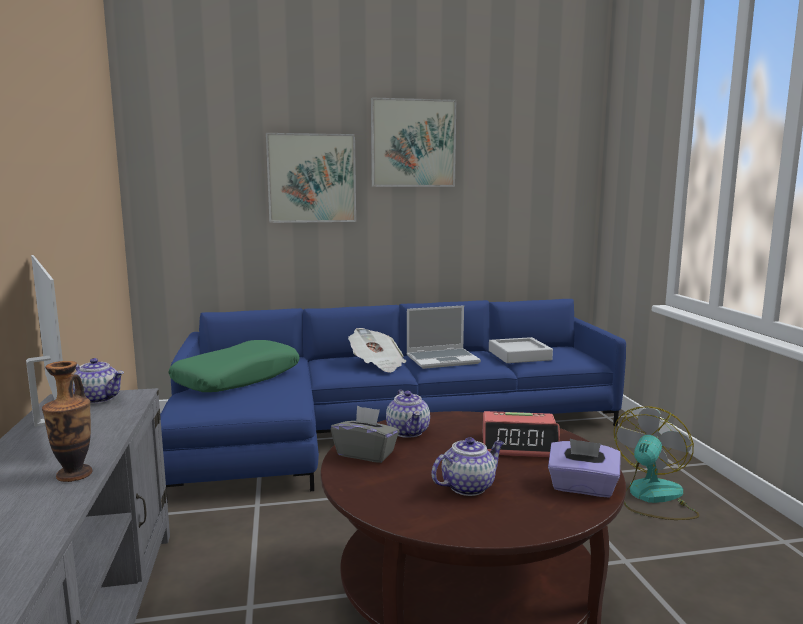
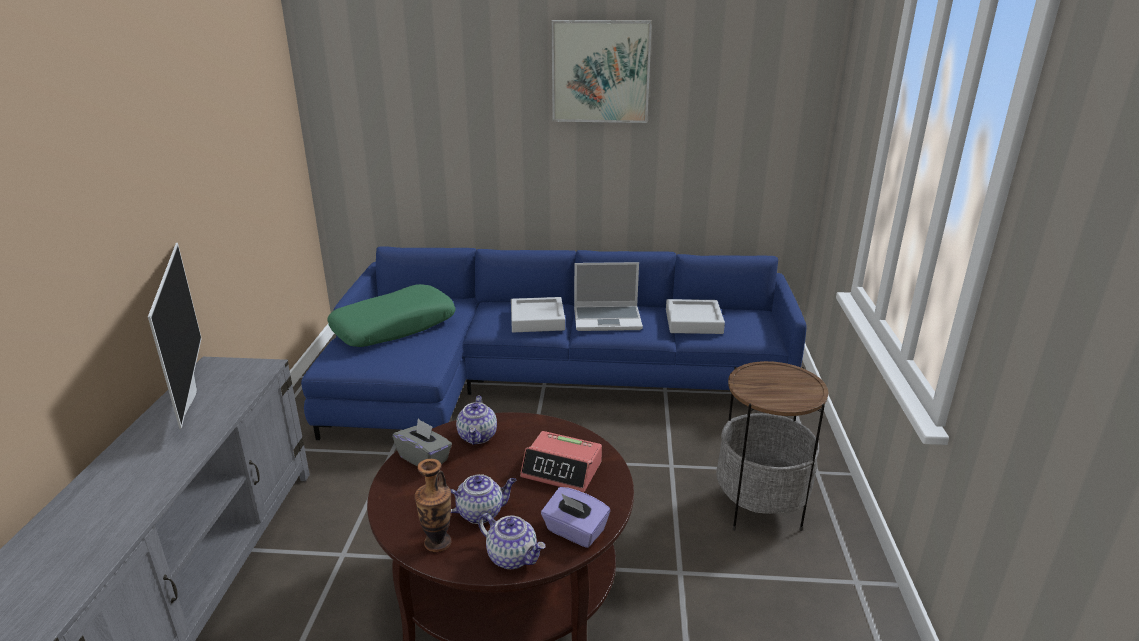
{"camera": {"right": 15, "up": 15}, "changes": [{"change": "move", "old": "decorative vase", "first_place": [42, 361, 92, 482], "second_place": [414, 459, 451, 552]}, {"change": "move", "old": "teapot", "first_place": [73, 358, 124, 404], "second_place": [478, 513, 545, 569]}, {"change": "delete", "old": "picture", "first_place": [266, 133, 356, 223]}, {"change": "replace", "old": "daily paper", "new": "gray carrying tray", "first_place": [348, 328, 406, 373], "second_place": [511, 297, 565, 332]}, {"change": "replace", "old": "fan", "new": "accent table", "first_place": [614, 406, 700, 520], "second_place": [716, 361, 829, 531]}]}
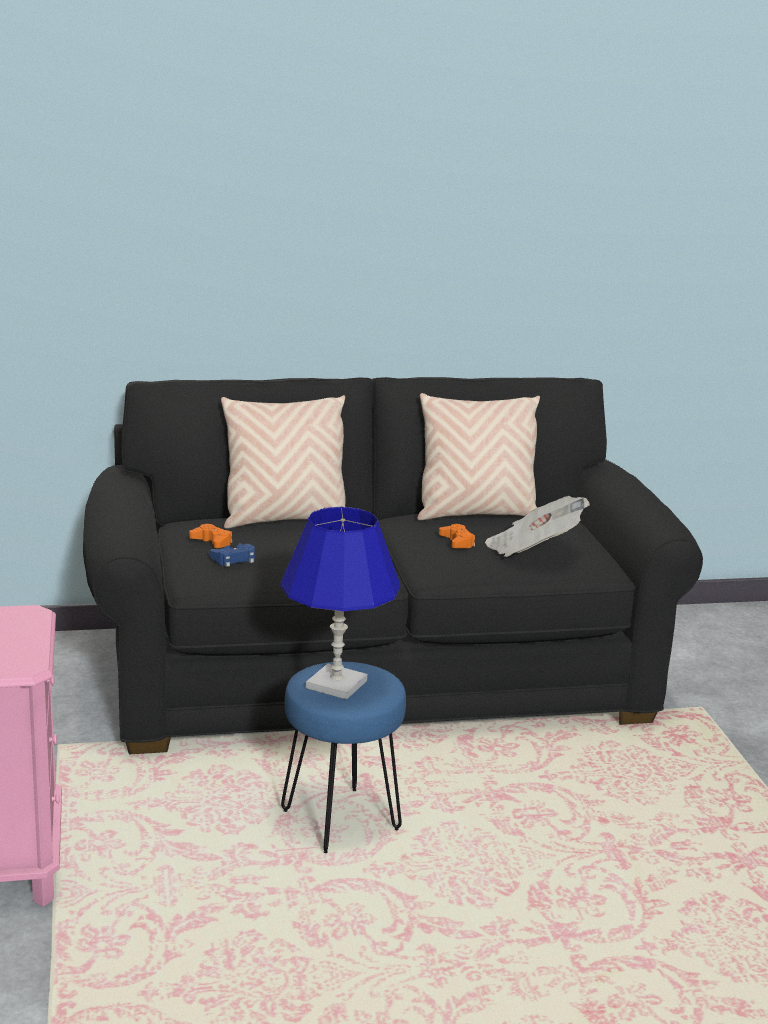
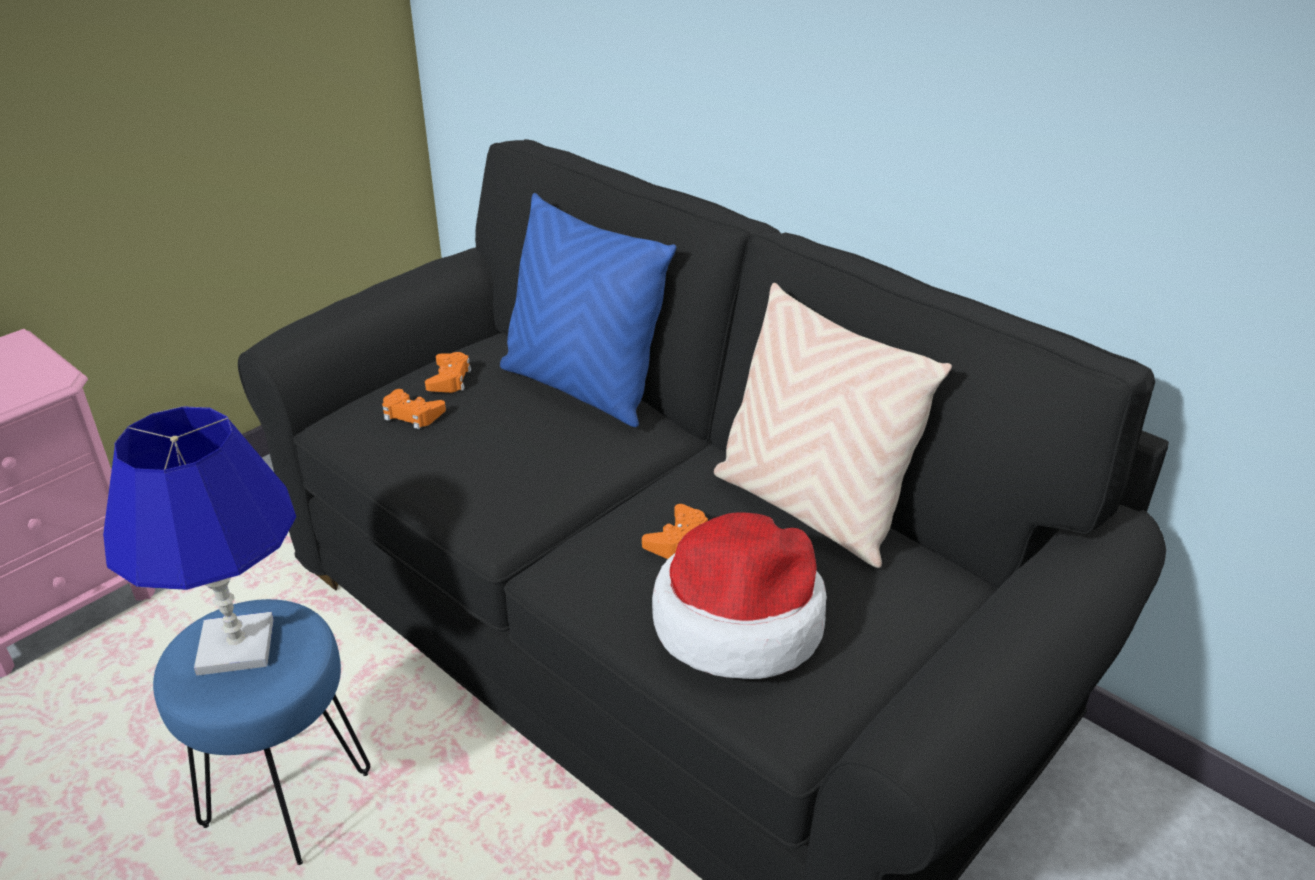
{"camera": {"right": 55, "up": 15}, "changes": [{"change": "recolor", "old": "blue gamepad", "new": "orange-coloured gamepad", "first_place": [210, 543, 255, 567], "second_place": [382, 389, 446, 429]}, {"change": "recolor", "old": "sand-coloured throw pillow", "new": "blue throw pillow", "first_place": [221, 395, 346, 528], "second_place": [500, 193, 677, 427]}, {"change": "replace", "old": "daily paper", "new": "hat", "first_place": [485, 496, 590, 557], "second_place": [652, 512, 827, 679]}]}
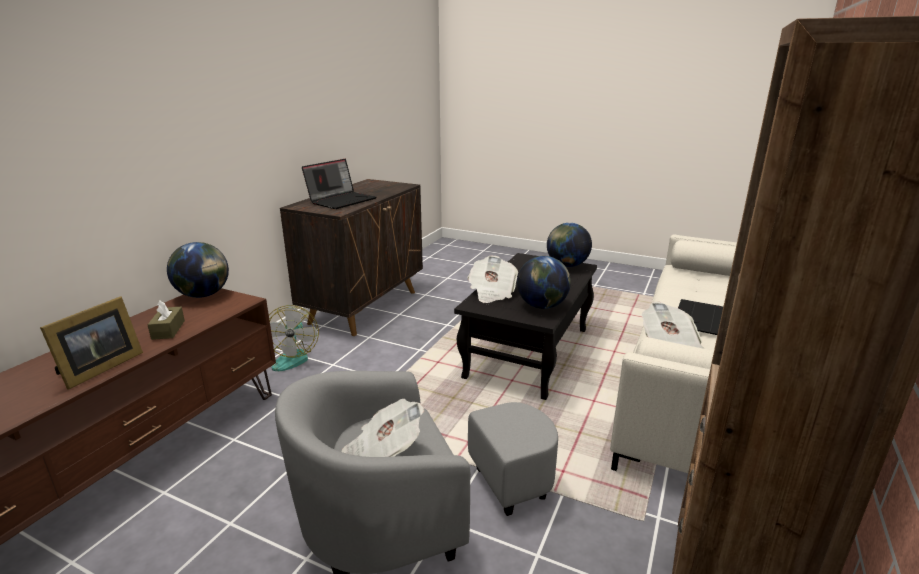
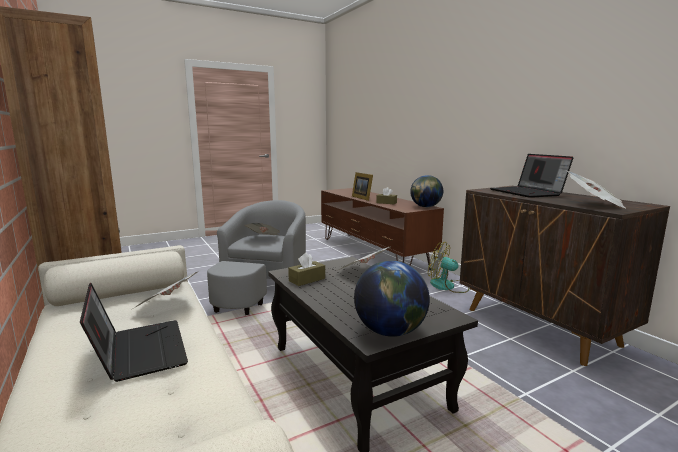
{"camera": {"right": 125, "up": -10}, "changes": [{"change": "replace", "old": "desk globe", "new": "brown-coloured tissue holder", "first_place": [517, 256, 571, 309], "second_place": [288, 252, 325, 286]}, {"change": "insert", "new": "daily paper", "second_place": [567, 171, 626, 209]}]}
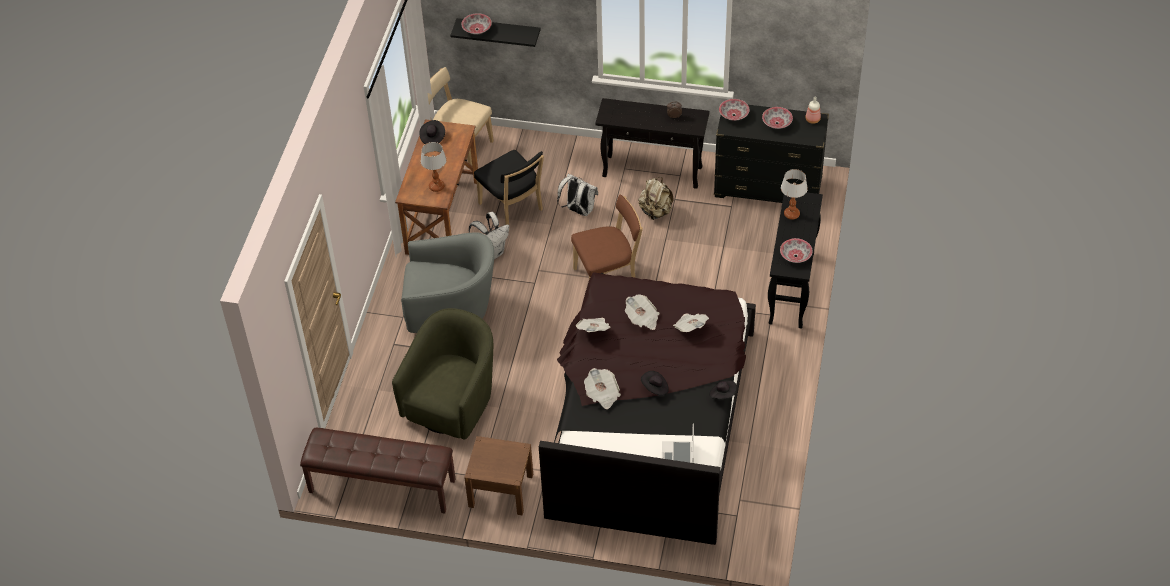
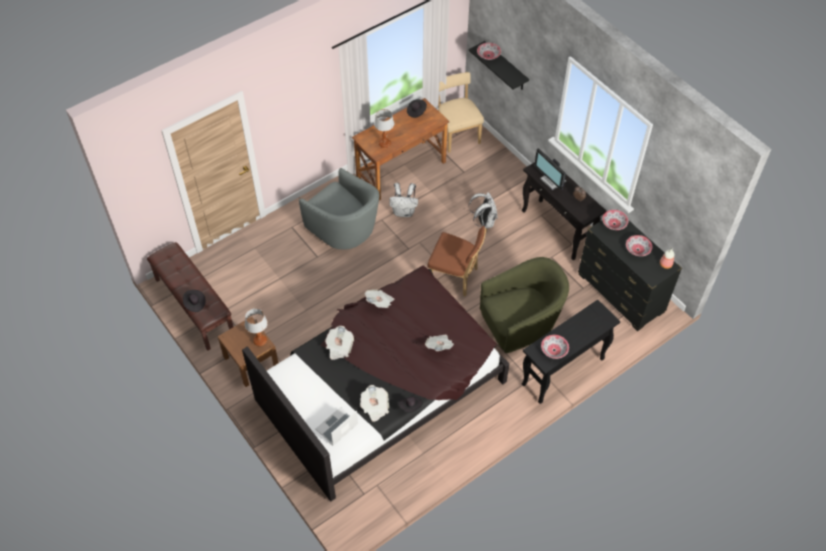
{"camera": {"right": 40, "up": 5}, "changes": [{"change": "move", "old": "greenish easy chair", "first_place": [392, 308, 493, 440], "second_place": [480, 257, 569, 353]}, {"change": "delete", "old": "blackish chair", "first_place": [474, 150, 544, 225]}, {"change": "move", "old": "daily paper", "first_place": [625, 295, 659, 330], "second_place": [360, 385, 389, 422]}, {"change": "delete", "old": "sand-coloured knapsack", "first_place": [638, 177, 674, 220]}, {"change": "move", "old": "blackish hat", "first_place": [641, 371, 669, 395], "second_place": [183, 290, 206, 312]}, {"change": "move", "old": "tabletop lamp", "first_place": [781, 169, 808, 220], "second_place": [245, 308, 268, 346]}, {"change": "insert", "new": "monitor", "second_place": [534, 148, 566, 190]}]}
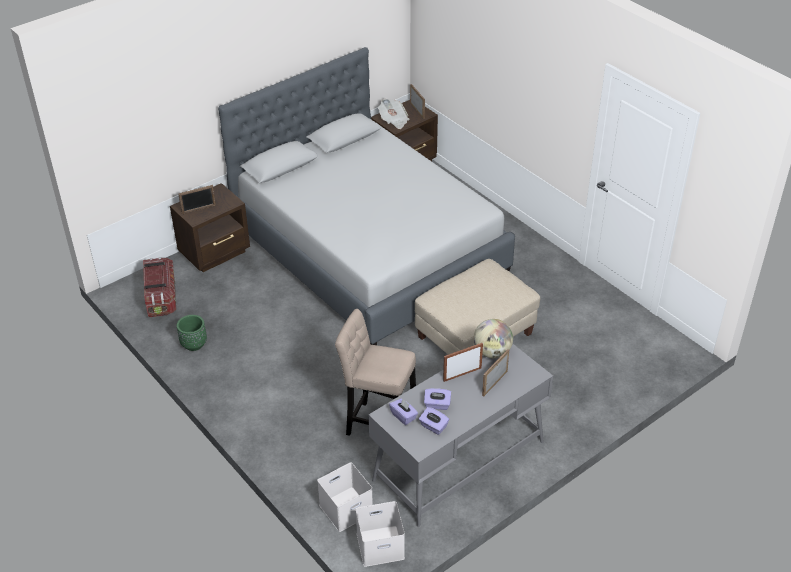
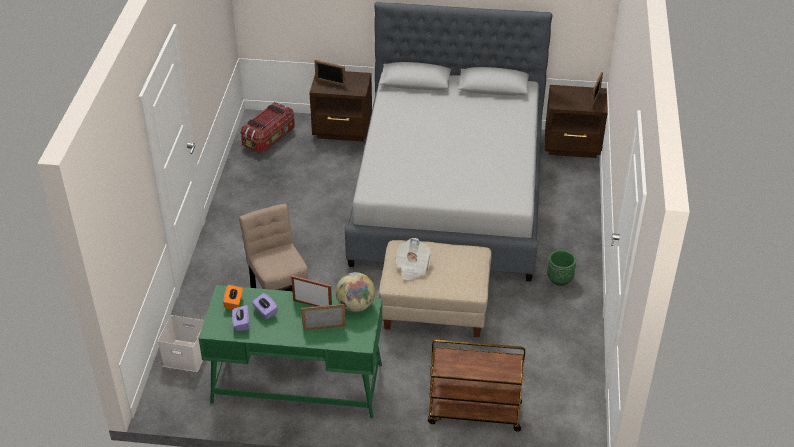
{"camera": {"right": 45, "up": 0}, "changes": [{"change": "move", "old": "greenish planter", "first_place": [177, 315, 207, 351], "second_place": [547, 250, 576, 286]}, {"change": "delete", "old": "white-coloured storage box", "first_place": [356, 501, 405, 567]}, {"change": "recolor", "old": "gray desk unit", "new": "greenish desk unit", "first_place": [369, 344, 553, 527], "second_place": [198, 285, 382, 418]}, {"change": "move", "old": "daily paper", "first_place": [378, 99, 409, 129], "second_place": [395, 238, 432, 280]}, {"change": "recolor", "old": "purplish tissue holder", "new": "orange-coloured tissue holder", "first_place": [389, 398, 418, 425], "second_place": [223, 285, 243, 310]}, {"change": "insert", "new": "brown-coloured cart", "second_place": [428, 340, 525, 432]}]}
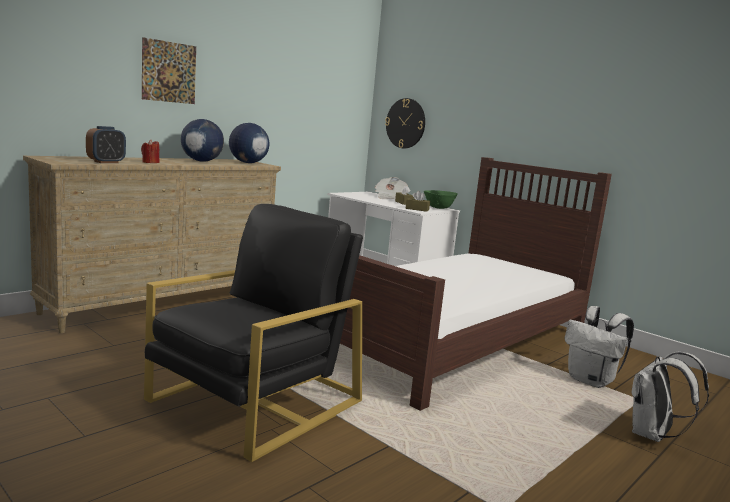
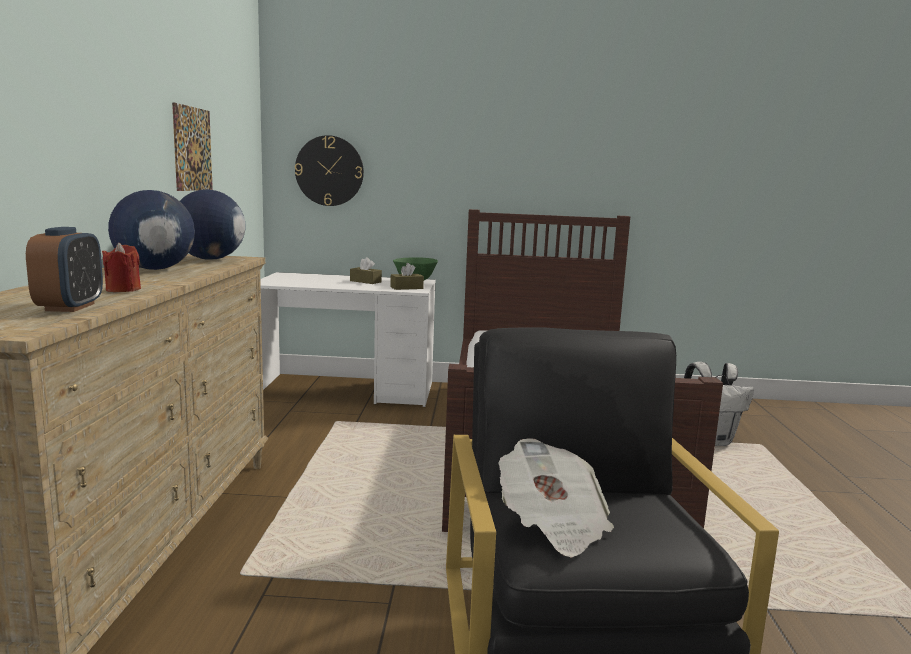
{"camera": {"right": -40, "up": 0}, "changes": [{"change": "move", "old": "picture", "first_place": [142, 37, 196, 104], "second_place": [172, 102, 213, 191]}, {"change": "move", "old": "daily paper", "first_place": [375, 177, 408, 199], "second_place": [498, 438, 614, 558]}, {"change": "delete", "old": "white-coloured knapsack", "first_place": [632, 352, 709, 442]}]}
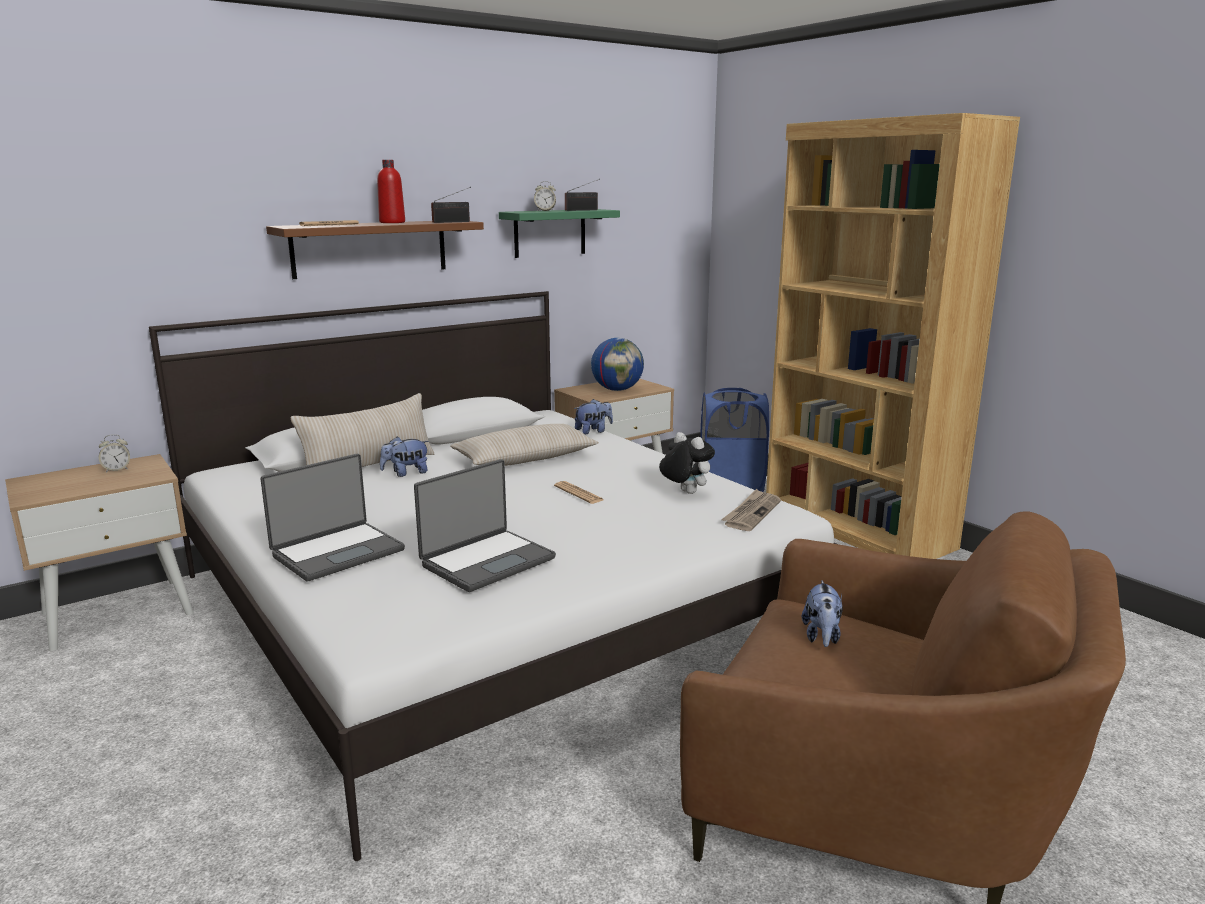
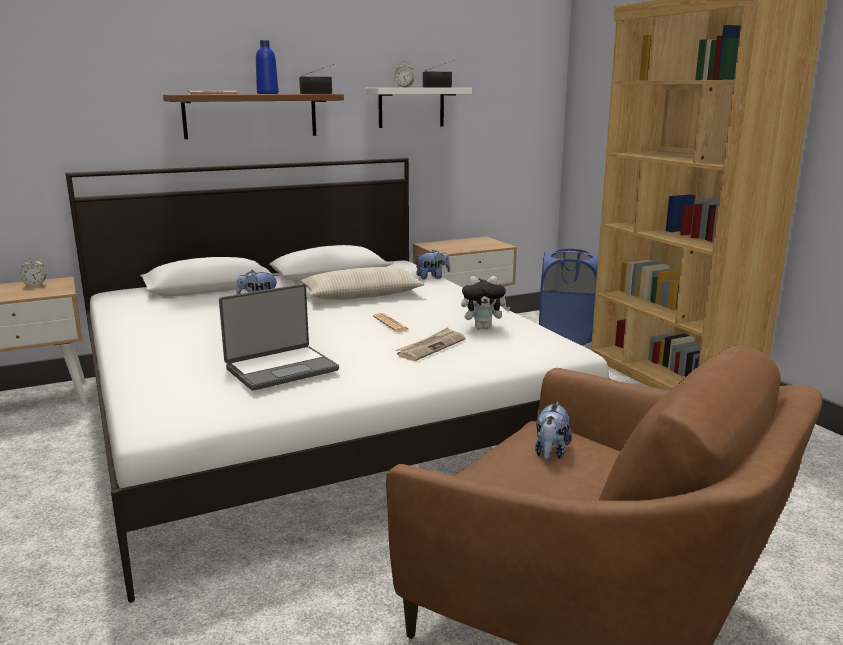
{"camera": {"right": 10, "up": 0}, "changes": [{"change": "delete", "old": "portable computer", "first_place": [261, 454, 405, 581]}, {"change": "delete", "old": "sand-coloured throw pillow", "first_place": [291, 393, 434, 467]}, {"change": "recolor", "old": "reddish drink bottle", "new": "blue drink bottle", "first_place": [377, 160, 405, 223], "second_place": [256, 40, 279, 94]}, {"change": "recolor", "old": "greenish bracket shelf", "new": "white-coloured bracket shelf", "first_place": [499, 209, 620, 258], "second_place": [365, 88, 472, 128]}, {"change": "delete", "old": "desk globe", "first_place": [591, 338, 644, 391]}, {"change": "rotate", "old": "plush toy", "first_place": [659, 432, 715, 494], "second_place": [461, 276, 510, 329], "degrees": 120}, {"change": "move", "old": "daily paper", "first_place": [721, 489, 781, 531], "second_place": [396, 328, 465, 361]}]}
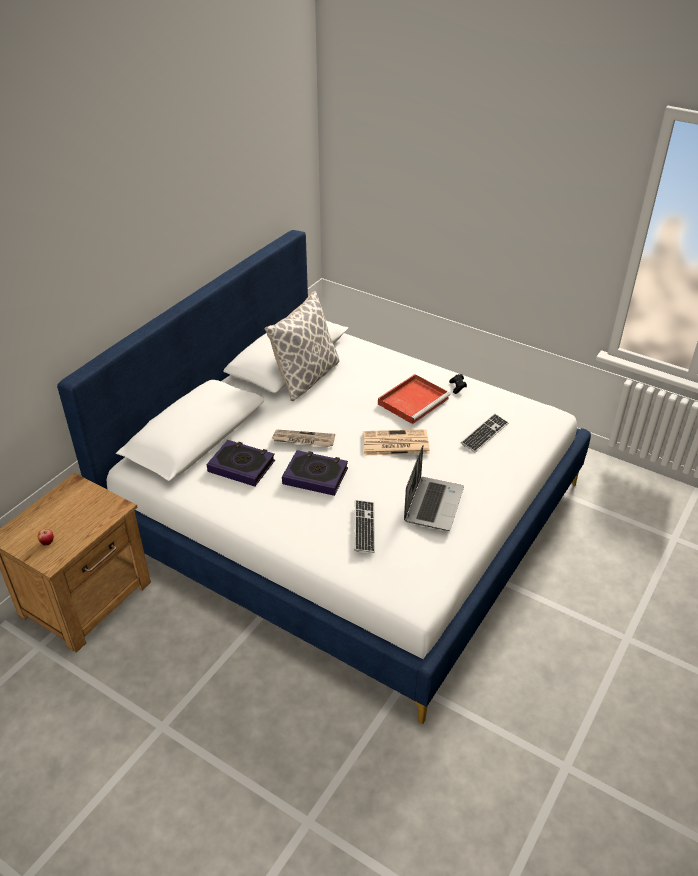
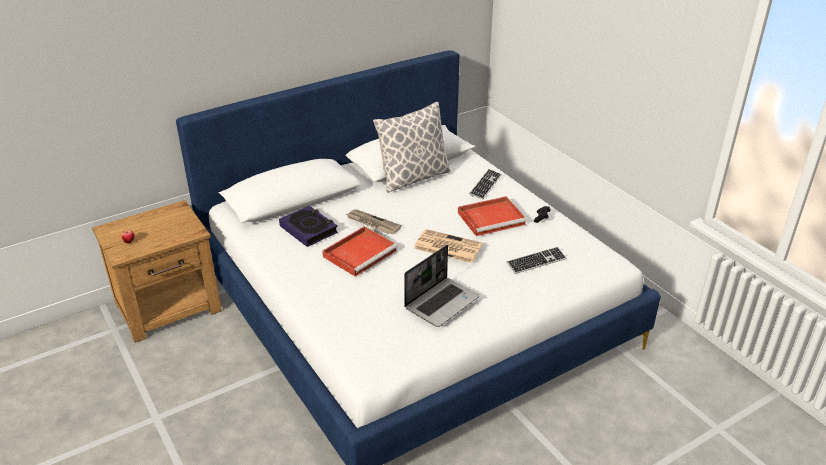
{"camera": {"right": 25, "up": -5}, "changes": [{"change": "replace", "old": "volume", "new": "reddish carrying tray", "first_place": [282, 450, 348, 496], "second_place": [322, 226, 398, 277]}, {"change": "move", "old": "keyboard", "first_place": [354, 500, 375, 553], "second_place": [469, 169, 502, 199]}]}
